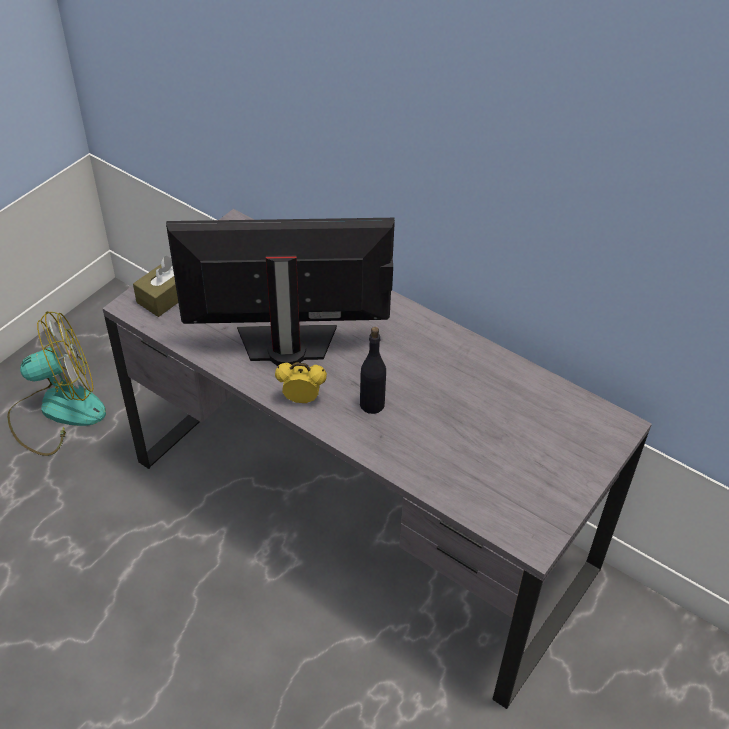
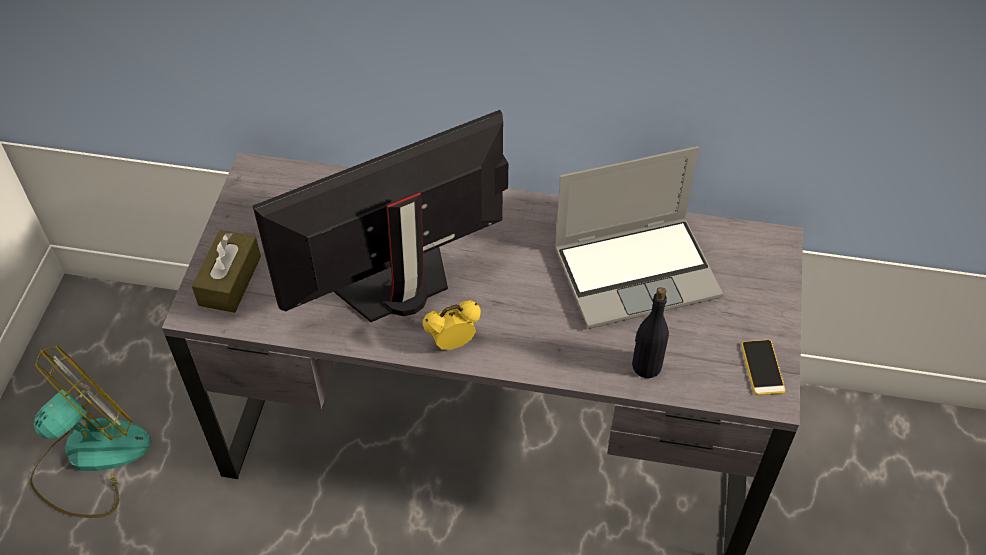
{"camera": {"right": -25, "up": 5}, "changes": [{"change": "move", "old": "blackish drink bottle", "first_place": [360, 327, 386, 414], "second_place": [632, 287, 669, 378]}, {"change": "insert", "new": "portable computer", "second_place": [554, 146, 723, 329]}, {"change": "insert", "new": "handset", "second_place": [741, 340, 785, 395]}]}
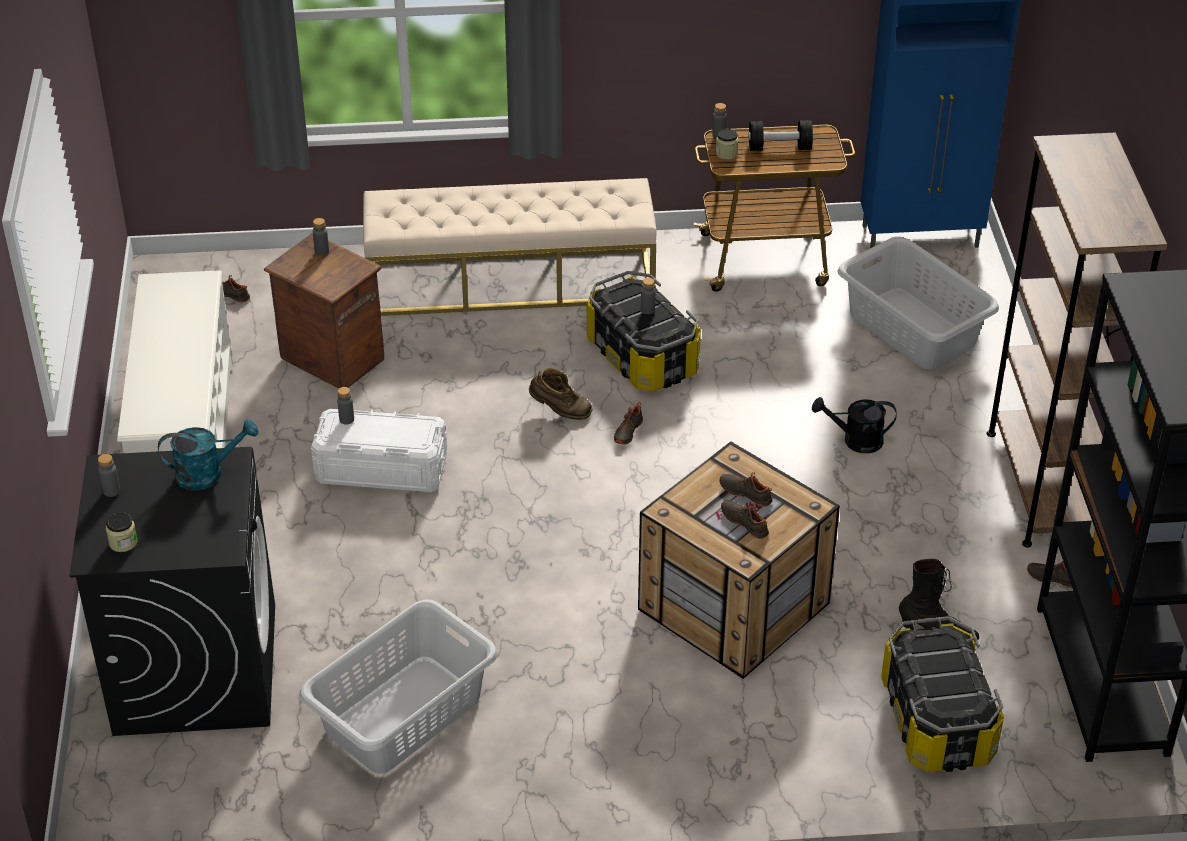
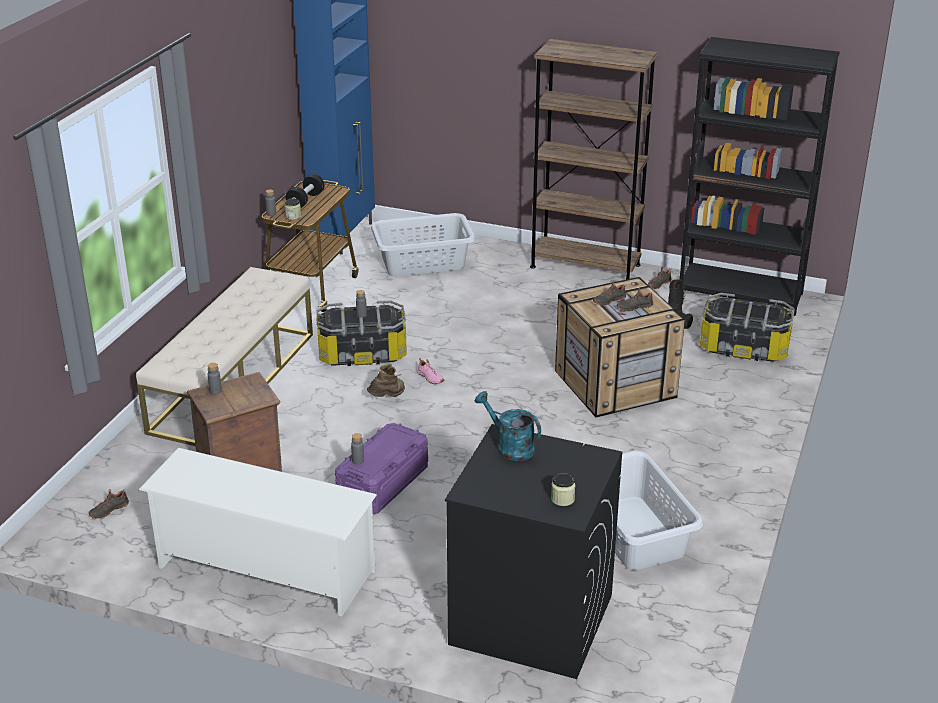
{"camera": {"right": -65, "up": -10}, "changes": [{"change": "delete", "old": "gray drink bottle", "first_place": [98, 454, 120, 497]}, {"change": "rotate", "old": "turquoise-coloured sprinkling can", "first_place": [158, 419, 258, 491], "second_place": [475, 391, 541, 461], "degrees": -60}, {"change": "recolor", "old": "white-coloured storage box", "new": "purplish storage box", "first_place": [311, 409, 447, 492], "second_place": [335, 423, 428, 514]}, {"change": "recolor", "old": "blackish item of footwear", "new": "pink-coloured item of footwear", "first_place": [614, 402, 643, 445], "second_place": [417, 358, 444, 384]}, {"change": "delete", "old": "blackish sprinkling can", "first_place": [812, 397, 897, 454]}]}
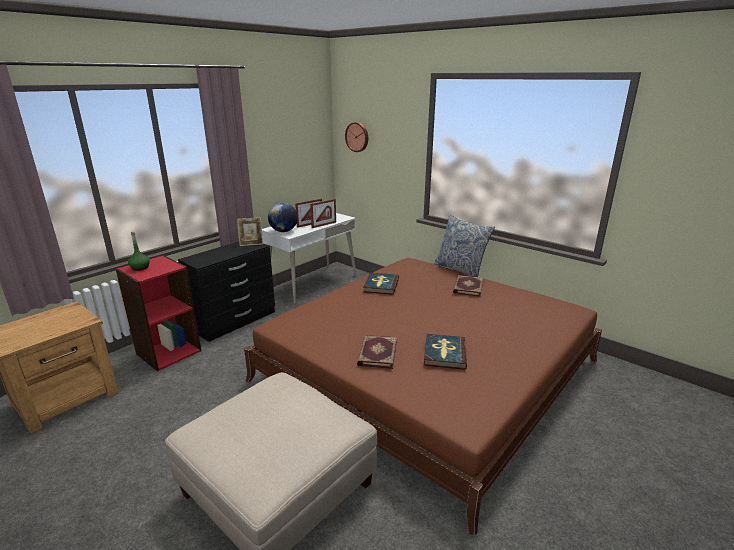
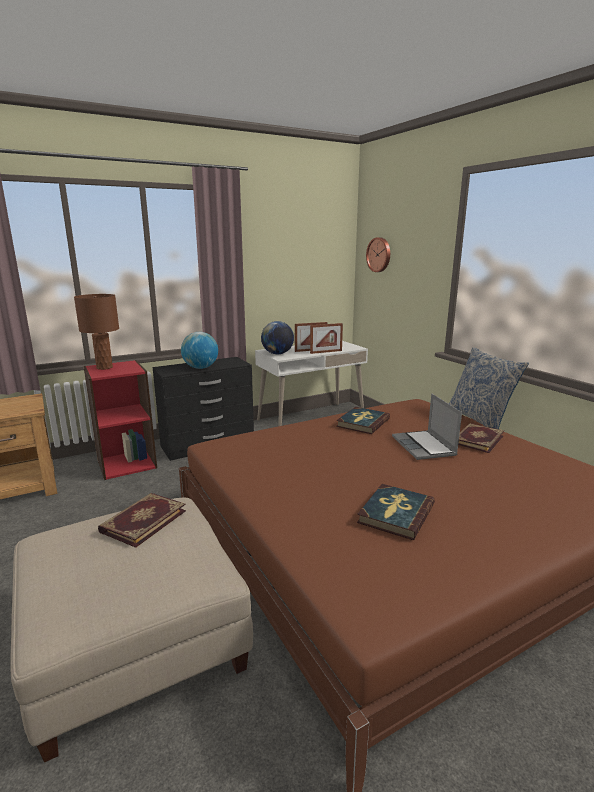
{"camera": {"right": 20, "up": -5}, "changes": [{"change": "replace", "old": "greenish drink bottle", "new": "brown-coloured tabletop lamp", "first_place": [128, 232, 150, 271], "second_place": [74, 294, 119, 370]}, {"change": "delete", "old": "standing frame", "first_place": [237, 218, 263, 246]}, {"change": "move", "old": "volume", "first_place": [357, 335, 397, 369], "second_place": [98, 493, 186, 548]}, {"change": "insert", "new": "desk globe", "second_place": [181, 332, 218, 369]}, {"change": "insert", "new": "portable computer", "second_place": [392, 394, 462, 460]}]}
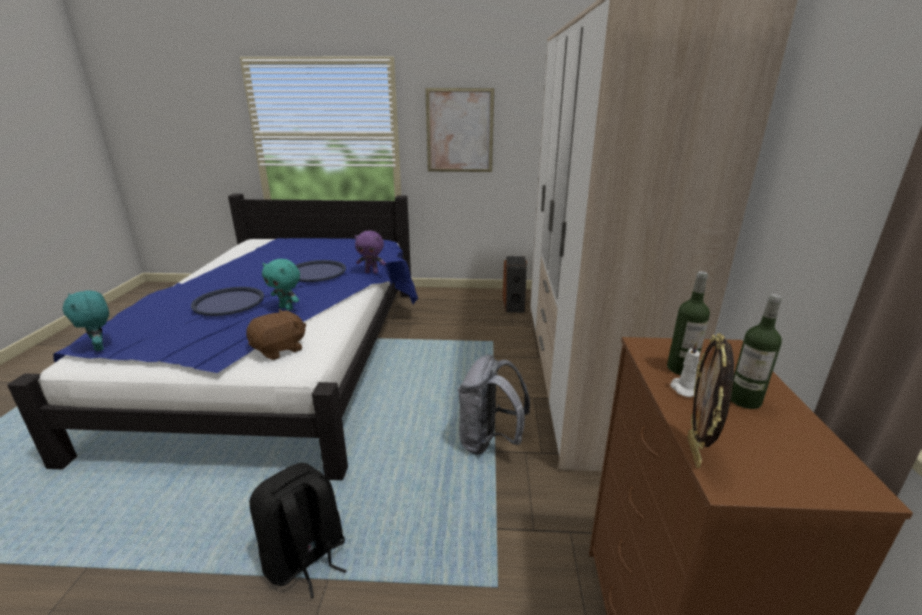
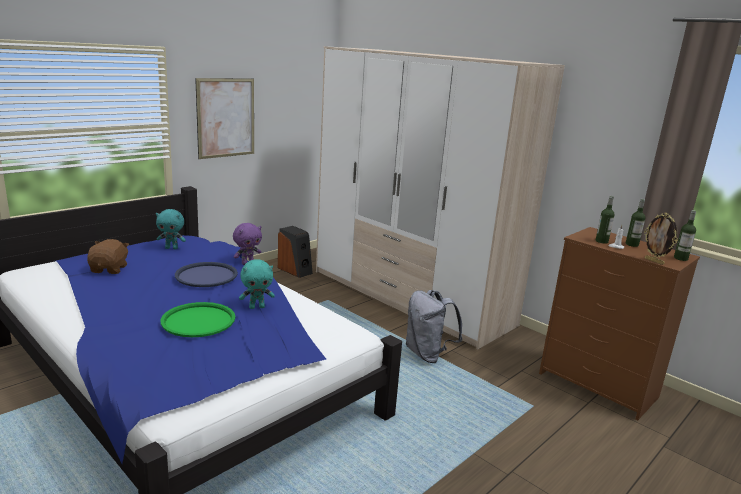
{"camera": {"right": -50, "up": -5}, "changes": [{"change": "move", "old": "turquoise-coloured plush toy", "first_place": [63, 290, 109, 351], "second_place": [156, 209, 186, 249]}, {"change": "recolor", "old": "blue carrying tray", "new": "greenish carrying tray", "first_place": [191, 287, 264, 316], "second_place": [161, 302, 235, 337]}, {"change": "move", "old": "brown-coloured plush toy", "first_place": [246, 309, 306, 360], "second_place": [87, 239, 129, 274]}, {"change": "delete", "old": "blackish knapsack", "first_place": [249, 463, 347, 598]}, {"change": "insert", "new": "drink bottle", "second_place": [674, 210, 696, 261]}]}
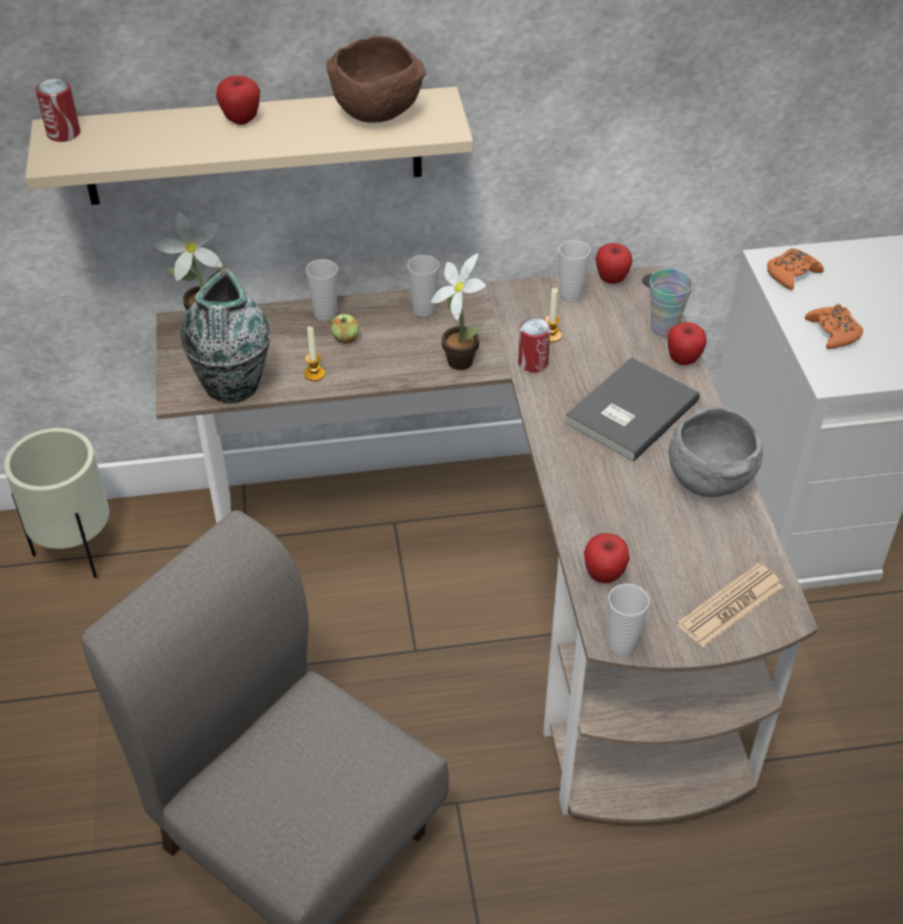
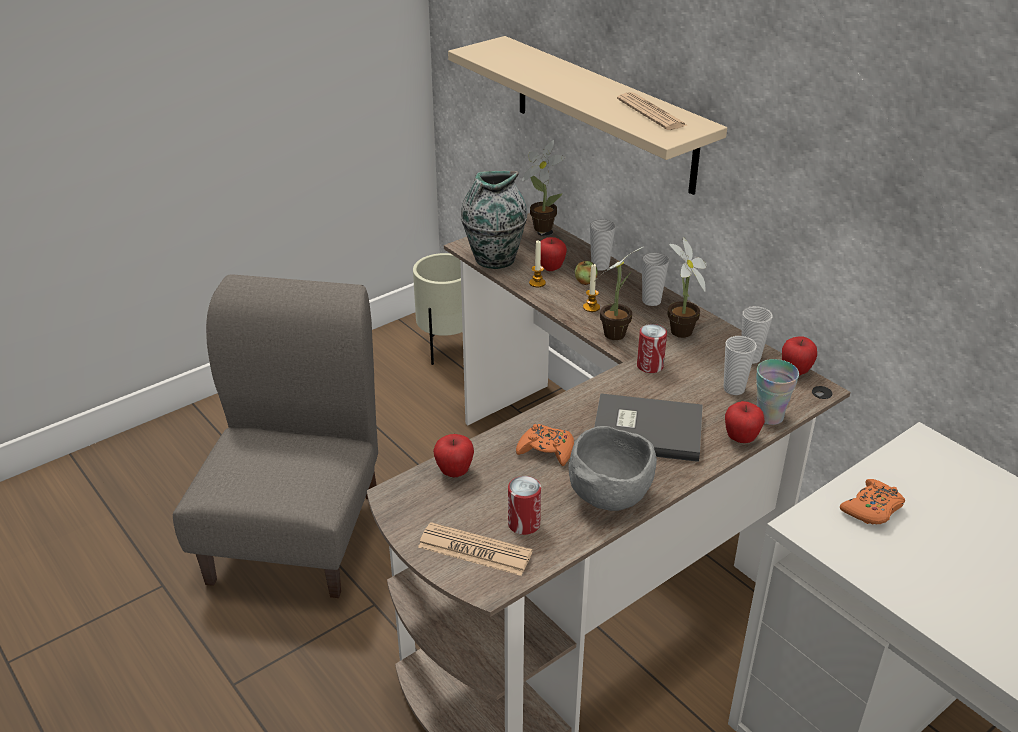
{"camera": {"right": 60, "up": -10}, "changes": [{"change": "move", "old": "metal can", "first_place": [36, 78, 80, 142], "second_place": [508, 476, 541, 535]}, {"change": "move", "old": "apple fruit", "first_place": [216, 76, 260, 125], "second_place": [540, 237, 567, 271]}, {"change": "replace", "old": "brown-coloured deep dish", "new": "daily paper", "first_place": [326, 36, 425, 123], "second_place": [617, 92, 688, 130]}, {"change": "move", "old": "wax light", "first_place": [545, 288, 562, 342], "second_place": [583, 264, 600, 312]}, {"change": "move", "old": "small cup", "first_place": [608, 584, 650, 656], "second_place": [724, 336, 757, 395]}, {"change": "move", "old": "orange-coloured gamepad", "first_place": [767, 248, 824, 290], "second_place": [516, 424, 574, 466]}, {"change": "insert", "new": "plant in a pot", "second_place": [668, 237, 707, 338]}]}
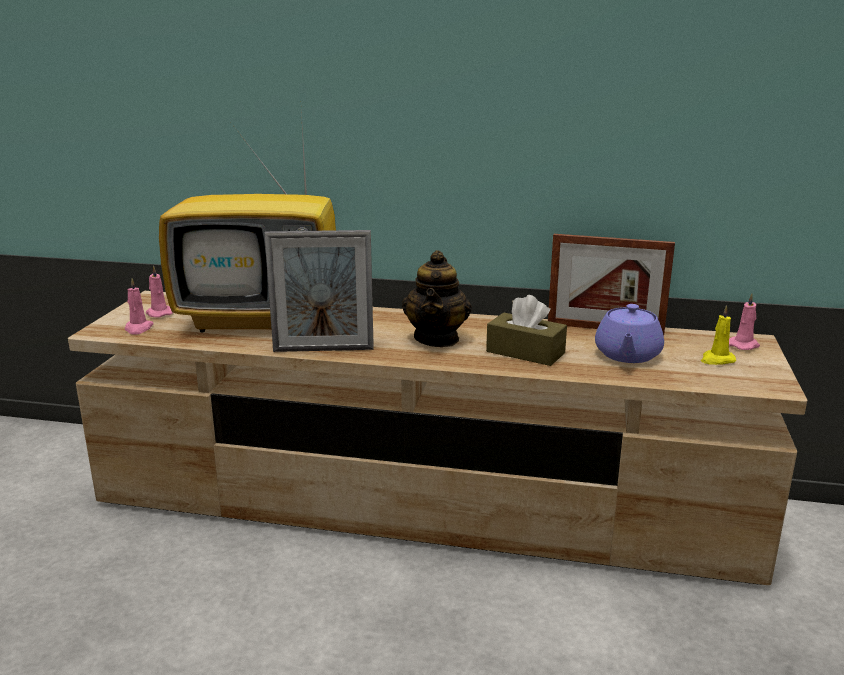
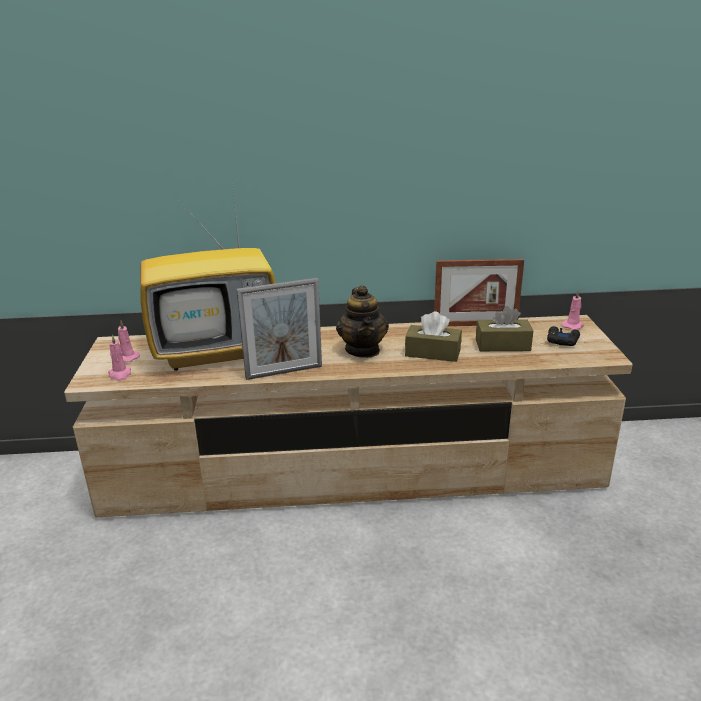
{"camera": {"right": -15, "up": 5}, "changes": [{"change": "replace", "old": "purplish teapot", "new": "brown-coloured tissue holder", "first_place": [595, 304, 664, 363], "second_place": [476, 306, 533, 351]}, {"change": "replace", "old": "yellow-coloured wax light", "new": "blackish gamepad", "first_place": [701, 305, 736, 365], "second_place": [547, 326, 580, 346]}]}
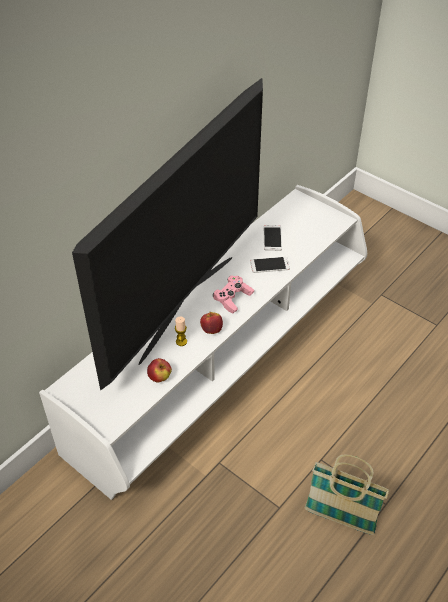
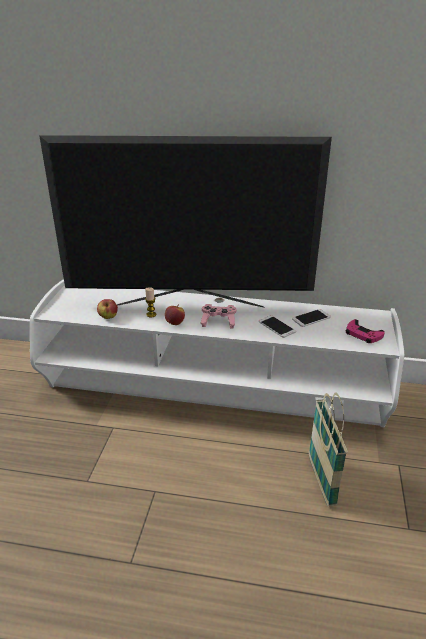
{"camera": {"right": 60, "up": -15}, "changes": [{"change": "move", "old": "household basket", "first_place": [305, 455, 389, 535], "second_place": [309, 392, 348, 506]}, {"change": "insert", "new": "pink-coloured gamepad", "second_place": [346, 319, 385, 343]}]}
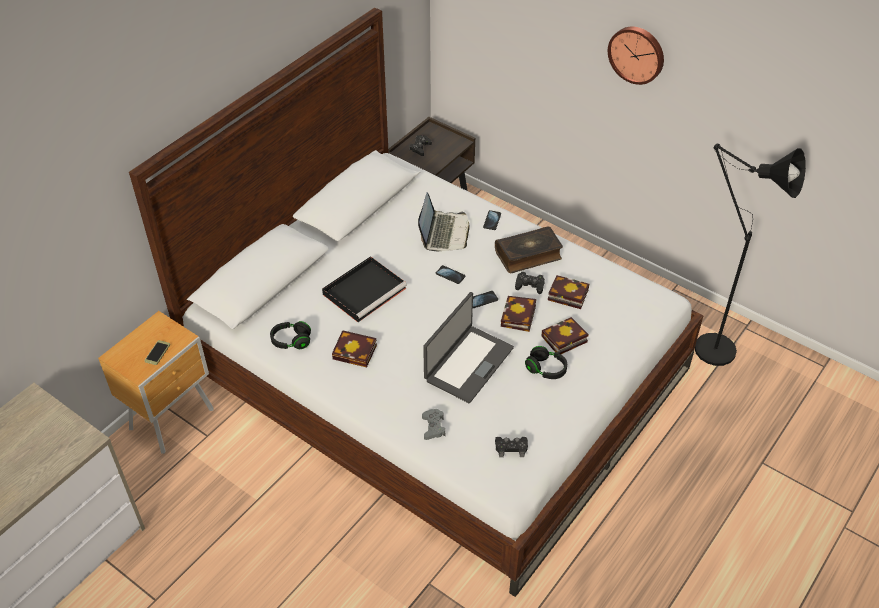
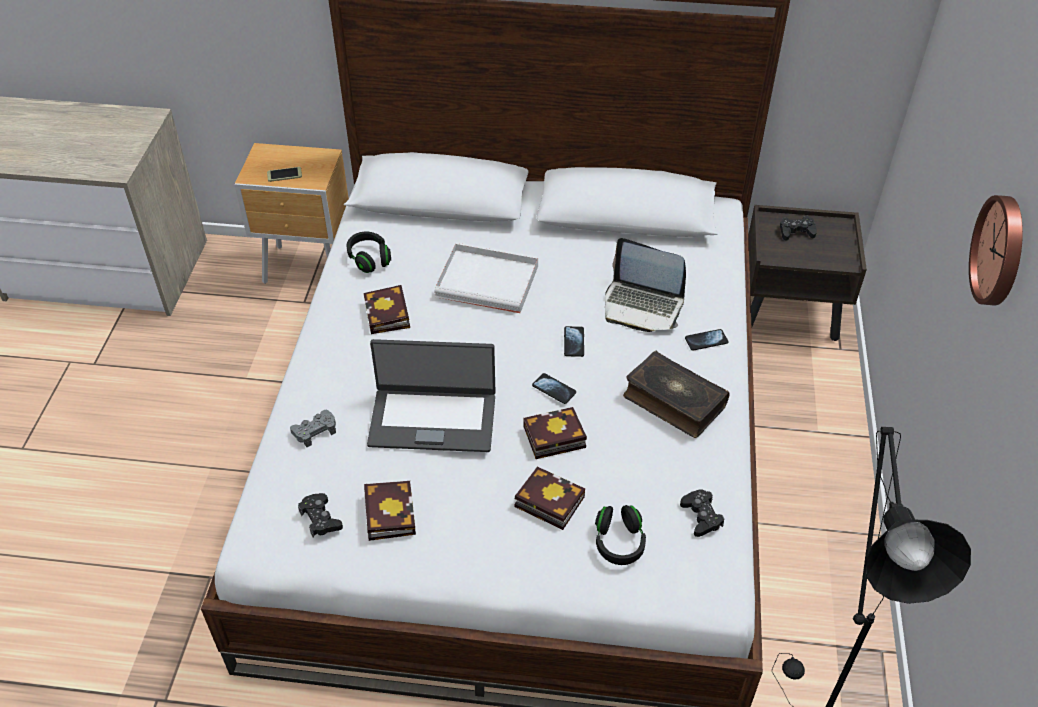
{"camera": {"right": 60, "up": 0}, "changes": [{"change": "recolor", "old": "blackish carrying tray", "new": "white-coloured carrying tray", "first_place": [322, 256, 407, 322], "second_place": [434, 243, 538, 313]}, {"change": "rotate", "old": "portable computer", "first_place": [418, 192, 470, 251], "second_place": [605, 238, 686, 332], "degrees": 45}, {"change": "move", "old": "blackish gamepad", "first_place": [515, 272, 545, 294], "second_place": [680, 489, 724, 537]}, {"change": "move", "old": "blackish headset", "first_place": [525, 346, 567, 379], "second_place": [595, 505, 646, 565]}, {"change": "move", "old": "volume", "first_place": [548, 275, 589, 309], "second_place": [364, 481, 416, 541]}]}
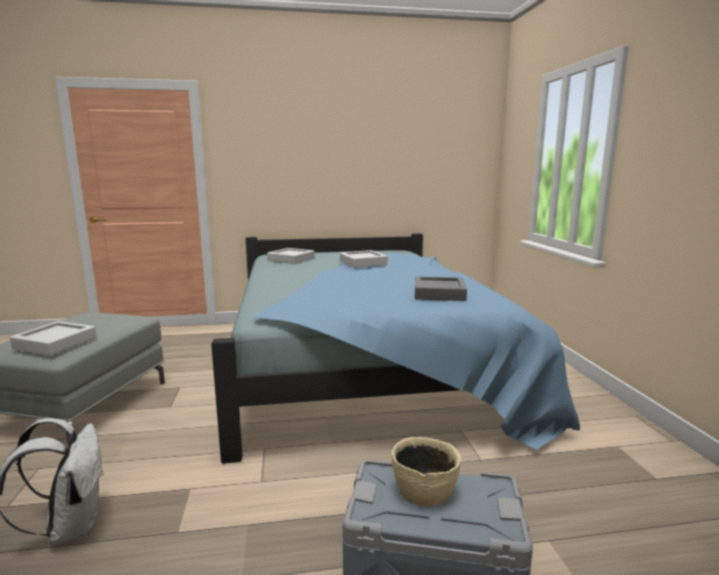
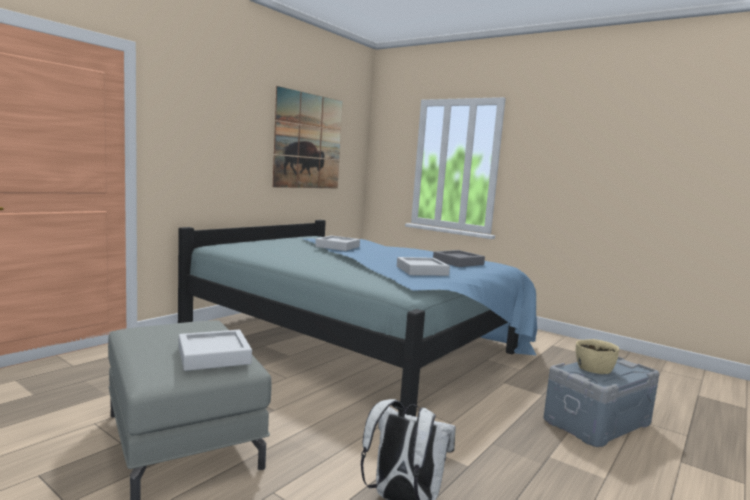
{"camera": {"right": -45, "up": -5}, "changes": [{"change": "move", "old": "gray carrying tray", "first_place": [267, 248, 315, 264], "second_place": [397, 257, 450, 276]}, {"change": "insert", "new": "picture", "second_place": [273, 86, 343, 188]}]}
